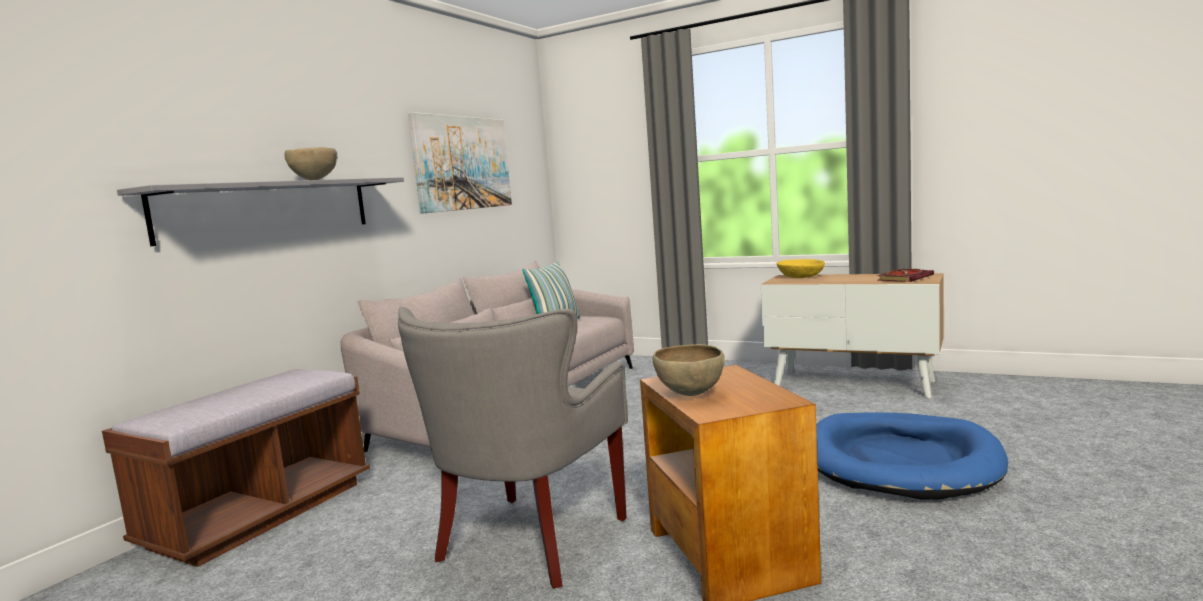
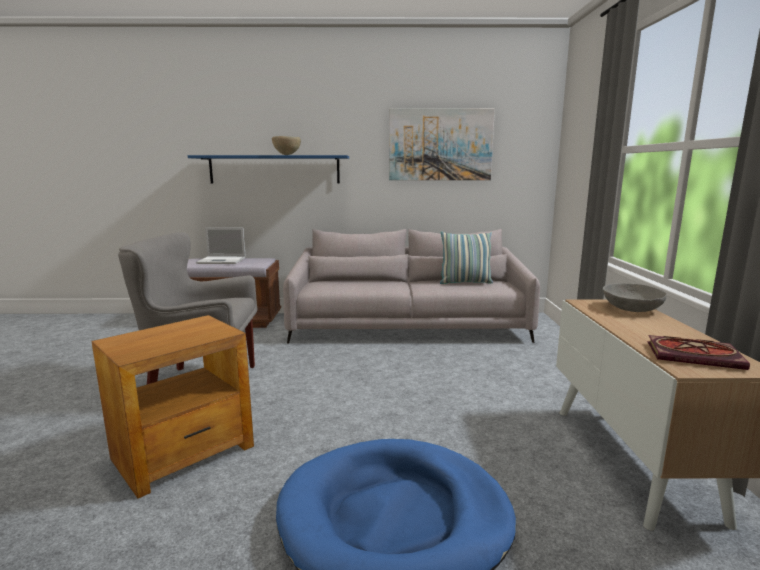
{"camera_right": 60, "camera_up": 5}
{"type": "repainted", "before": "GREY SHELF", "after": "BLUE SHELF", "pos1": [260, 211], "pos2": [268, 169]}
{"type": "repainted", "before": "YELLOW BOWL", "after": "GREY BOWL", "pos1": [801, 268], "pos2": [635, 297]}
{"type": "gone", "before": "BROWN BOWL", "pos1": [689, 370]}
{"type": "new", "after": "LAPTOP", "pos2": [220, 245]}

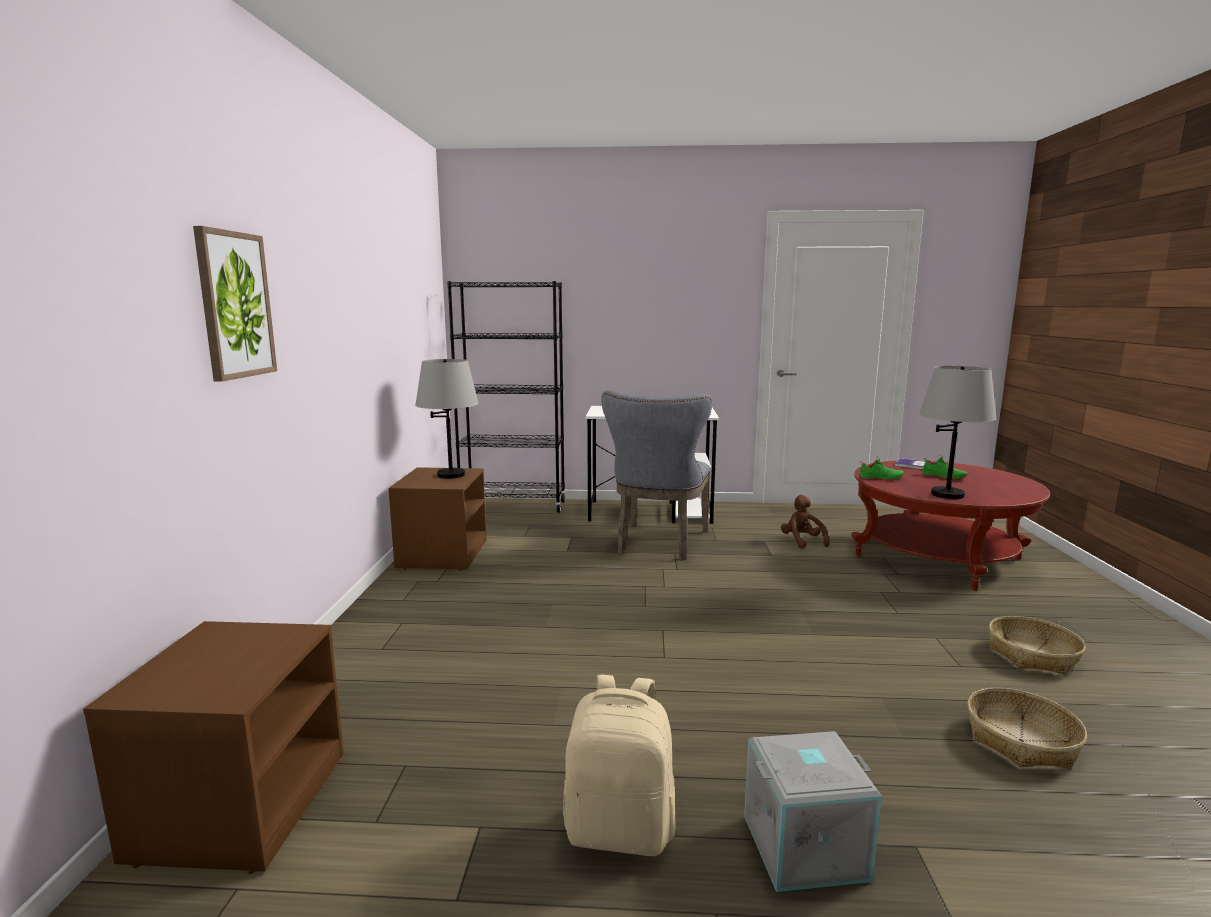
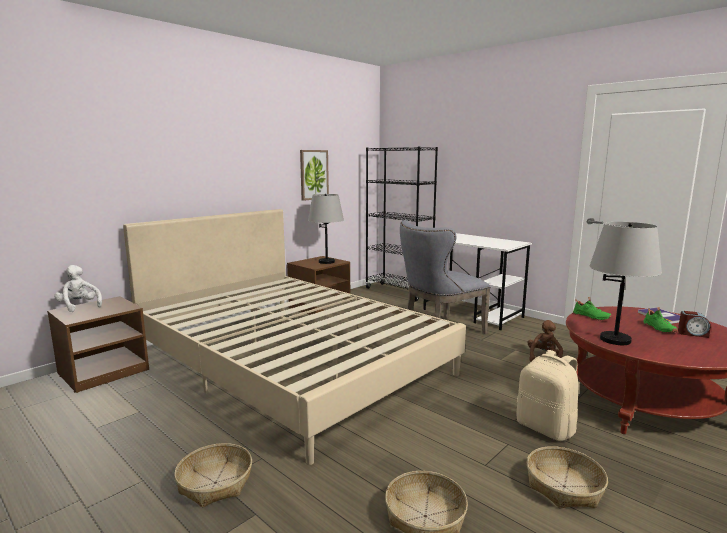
{"camera_right": 40, "camera_up": 0}
{"type": "shifted", "before": "PICTURE", "pos1": [235, 304], "pos2": [314, 175]}
{"type": "shifted", "before": "BEIGE BACKPACK", "pos1": [619, 765], "pos2": [547, 395]}
{"type": "swapped", "before": "GREY STORAGE BOX", "after": "BASKET", "pos1": [813, 811], "pos2": [213, 475]}
{"type": "new", "after": "BEIGE BED", "pos2": [294, 337]}
{"type": "new", "after": "WHITE PLUSH TOY", "pos2": [78, 288]}
{"type": "new", "after": "ALARM CLOCK", "pos2": [694, 324]}

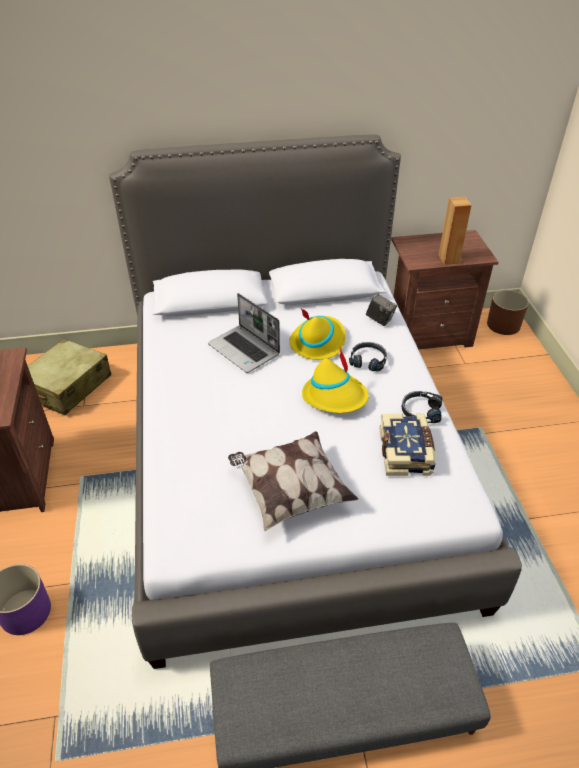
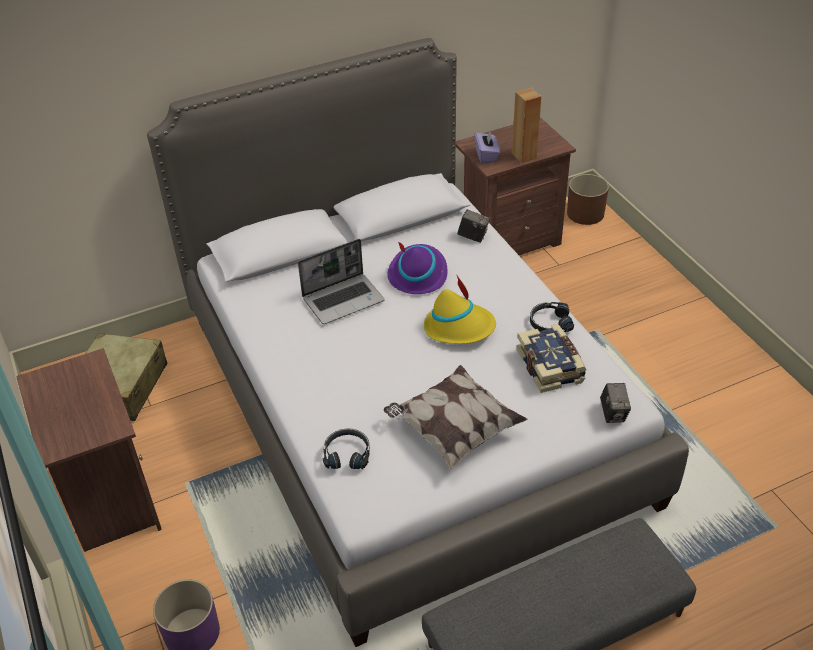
{"camera_right": -15, "camera_up": 0}
{"type": "rotated", "before": "LAPTOP", "pos1": [244, 333], "pos2": [341, 281], "turn": -60}
{"type": "repainted", "before": "YELLOW HAT", "after": "PURPLE HAT", "pos1": [317, 334], "pos2": [417, 268]}
{"type": "shifted", "before": "BLACK HEADPHONES", "pos1": [368, 357], "pos2": [346, 448]}
{"type": "new", "after": "PURPLE TISSUE BOX", "pos2": [487, 147]}
{"type": "new", "after": "PHOTO CAMERA", "pos2": [615, 403]}

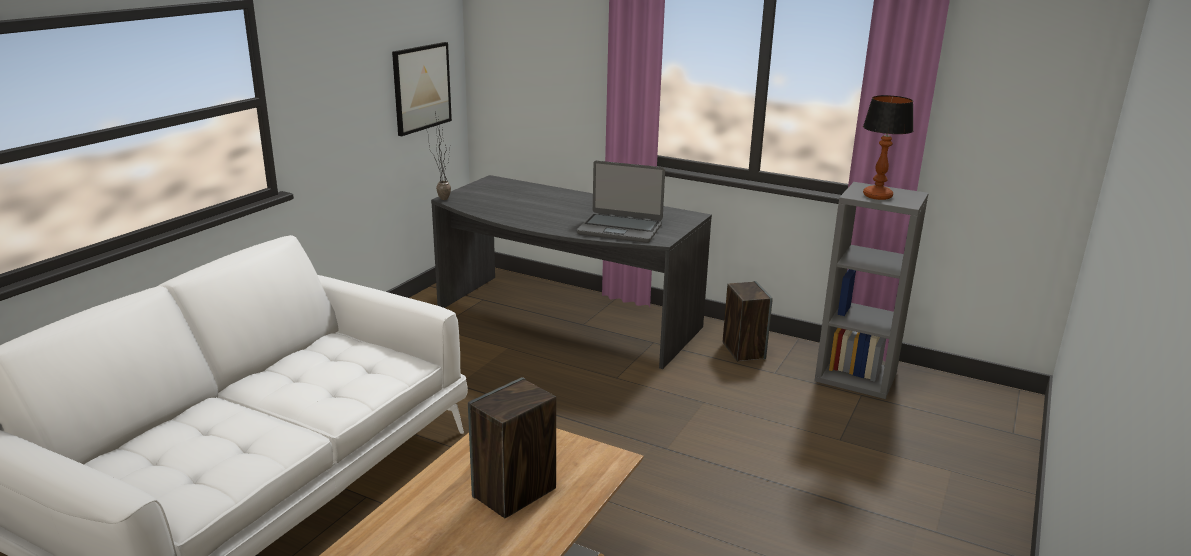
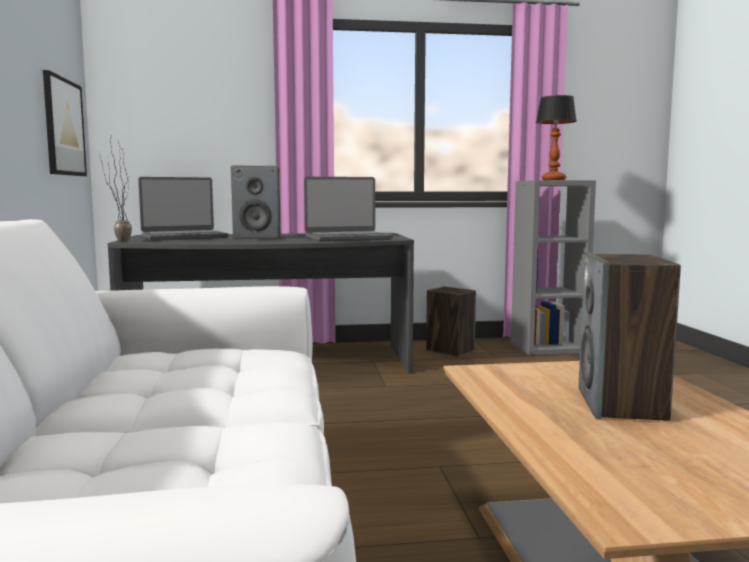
{"camera_right": -35, "camera_up": -15}
{"type": "new", "after": "SPEAKER", "pos2": [255, 202]}
{"type": "new", "after": "LAPTOP", "pos2": [183, 209]}

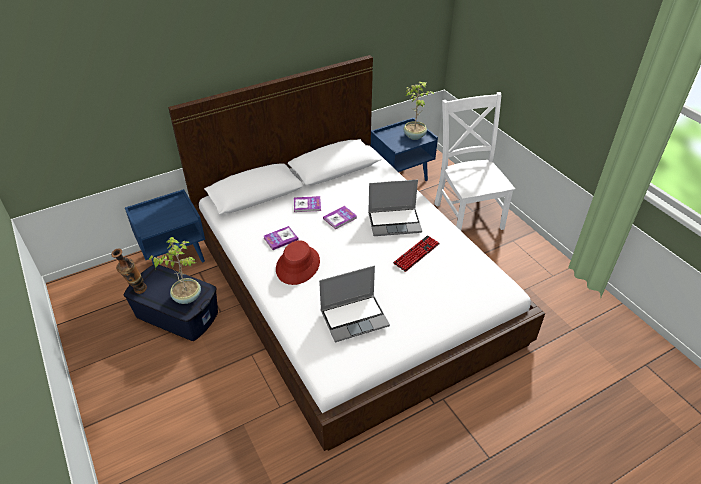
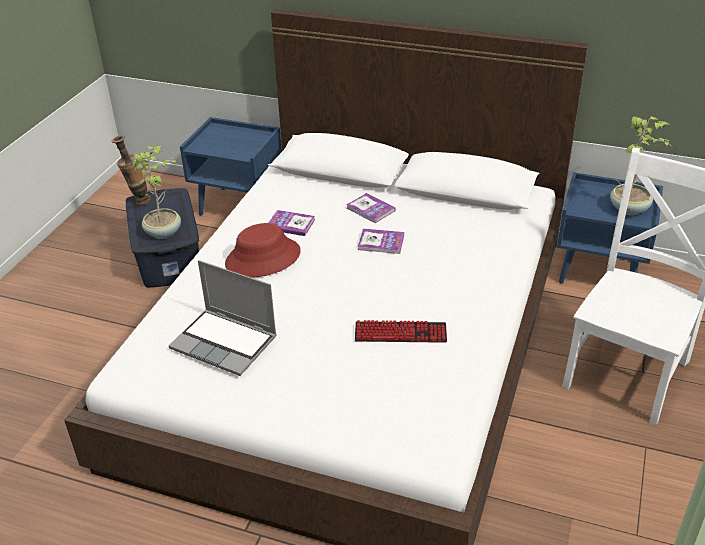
{"camera_right": 50, "camera_up": -5}
{"type": "gone", "before": "LAPTOP", "pos1": [395, 208]}

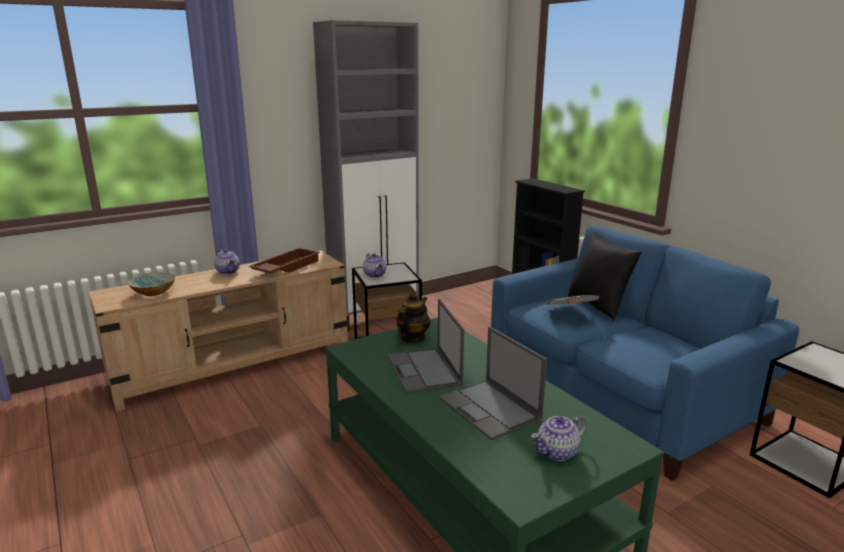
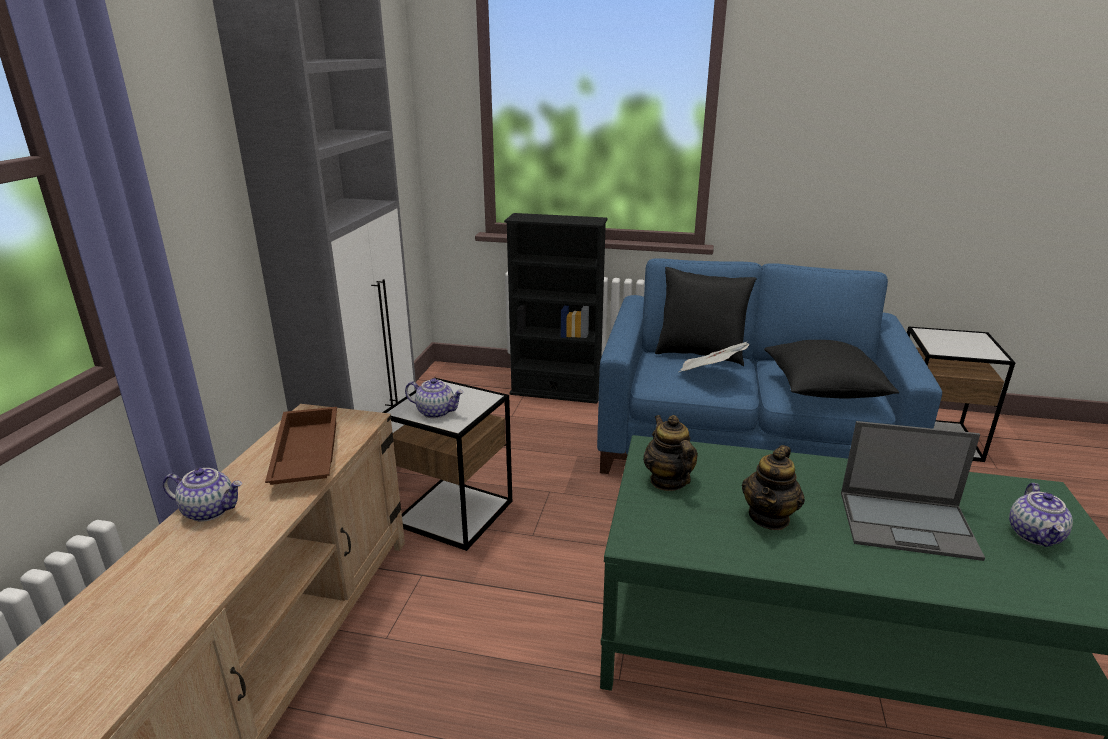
{"camera_right": -45, "camera_up": 5}
{"type": "gone", "before": "BOWL", "pos1": [151, 284]}
{"type": "swapped", "before": "LAPTOP", "after": "TEAPOT", "pos1": [426, 346], "pos2": [773, 487]}
{"type": "new", "after": "BLACK PILLOW", "pos2": [831, 369]}

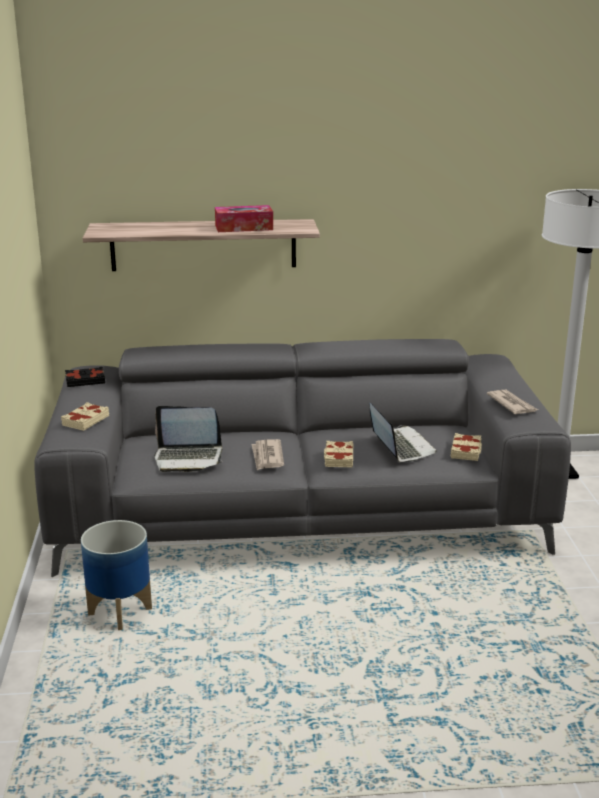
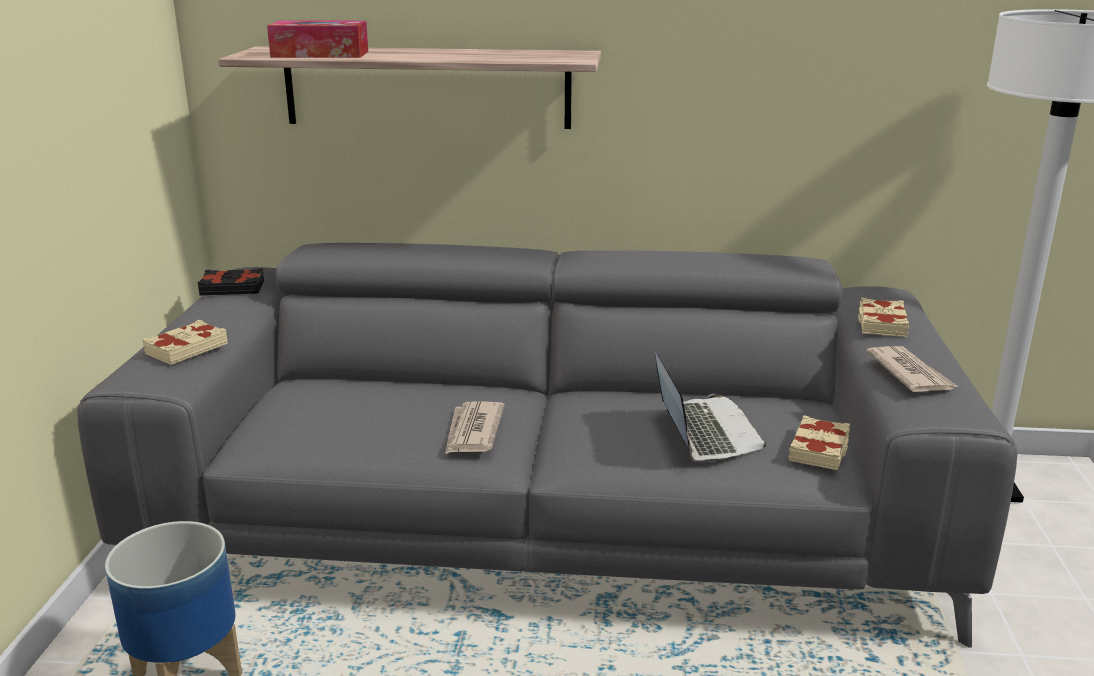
{"camera_right": 10, "camera_up": 0}
{"type": "shifted", "before": "TISSUE BOX", "pos1": [244, 218], "pos2": [317, 39]}
{"type": "gone", "before": "LAPTOP", "pos1": [188, 439]}
{"type": "shifted", "before": "BEIGE BOOK", "pos1": [338, 454], "pos2": [883, 317]}

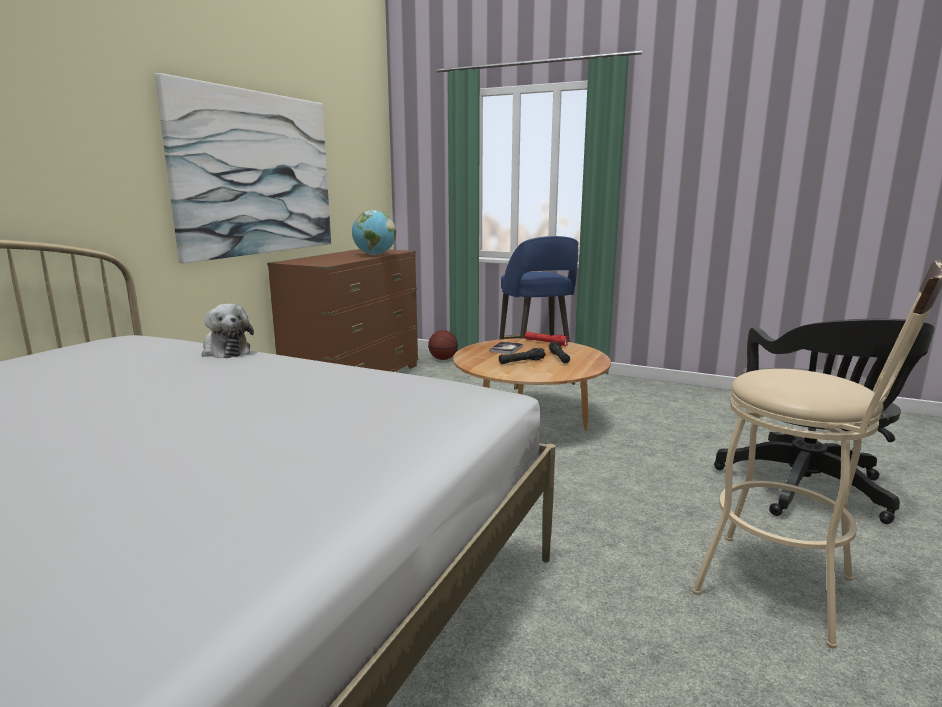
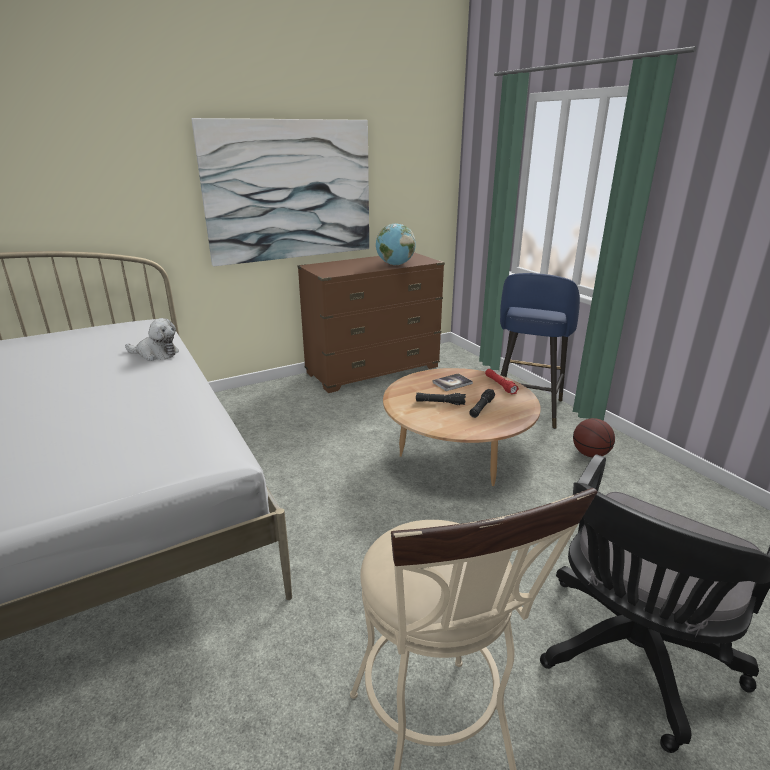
{"camera_right": 35, "camera_up": 10}
{"type": "rotated", "before": "PLUSH TOY", "pos1": [228, 331], "pos2": [152, 339], "turn": -75}
{"type": "shifted", "before": "BASKETBALL", "pos1": [443, 345], "pos2": [594, 438]}

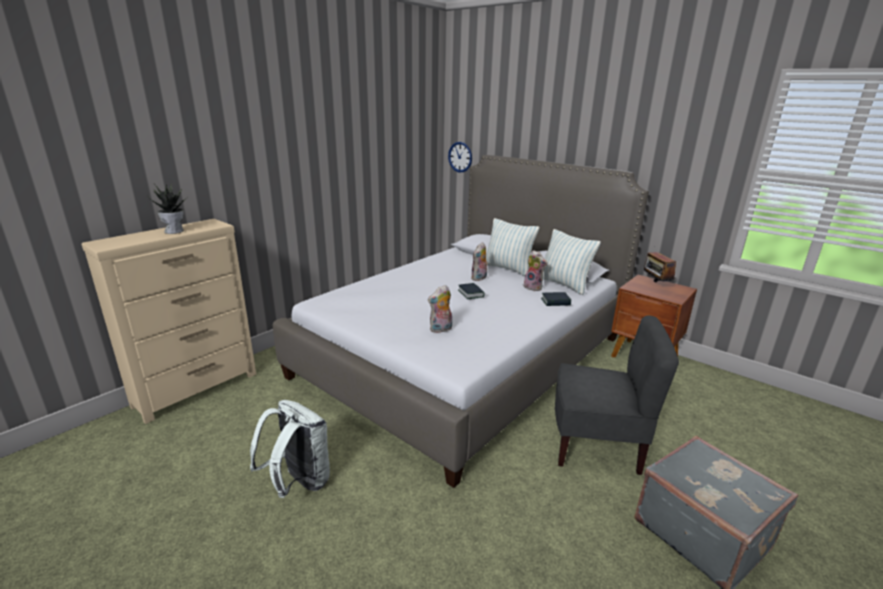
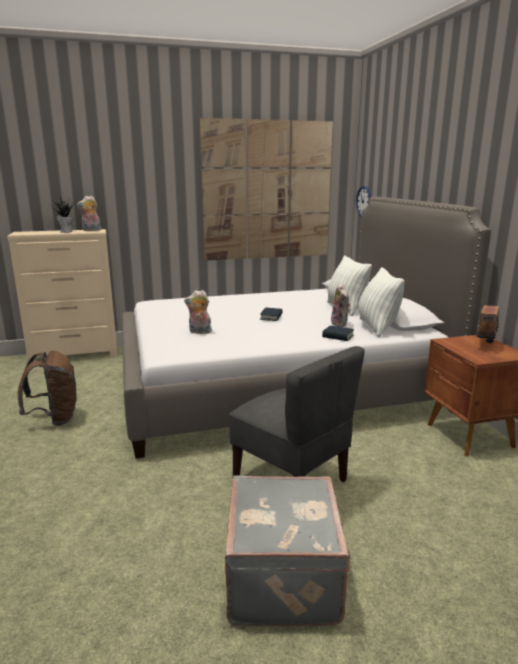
{"camera_right": 35, "camera_up": -5}
{"type": "shifted", "before": "PLUSH TOY", "pos1": [480, 261], "pos2": [89, 213]}
{"type": "repainted", "before": "WHITE BACKPACK", "after": "BROWN BACKPACK", "pos1": [290, 449], "pos2": [47, 388]}
{"type": "new", "after": "PICTURE", "pos2": [266, 189]}

